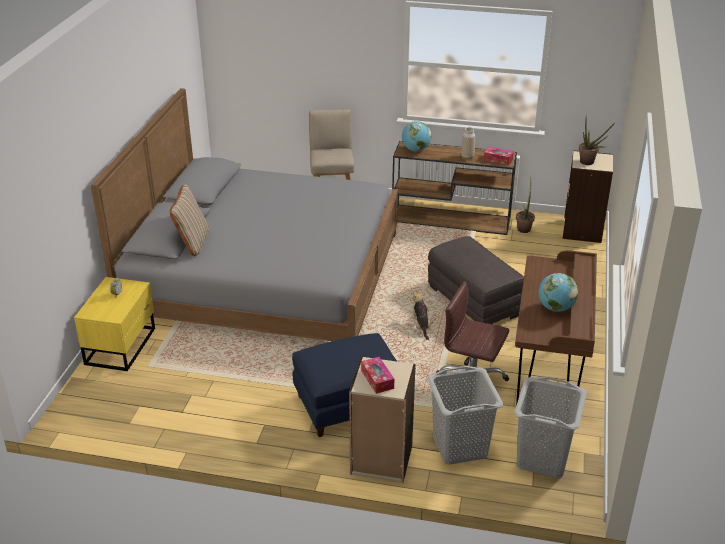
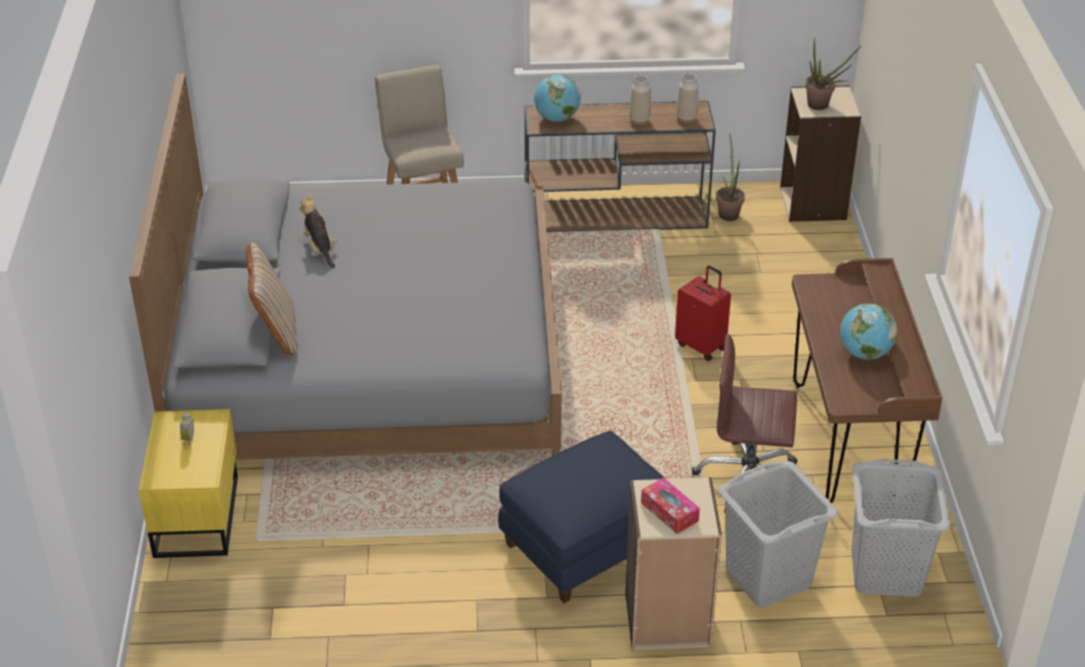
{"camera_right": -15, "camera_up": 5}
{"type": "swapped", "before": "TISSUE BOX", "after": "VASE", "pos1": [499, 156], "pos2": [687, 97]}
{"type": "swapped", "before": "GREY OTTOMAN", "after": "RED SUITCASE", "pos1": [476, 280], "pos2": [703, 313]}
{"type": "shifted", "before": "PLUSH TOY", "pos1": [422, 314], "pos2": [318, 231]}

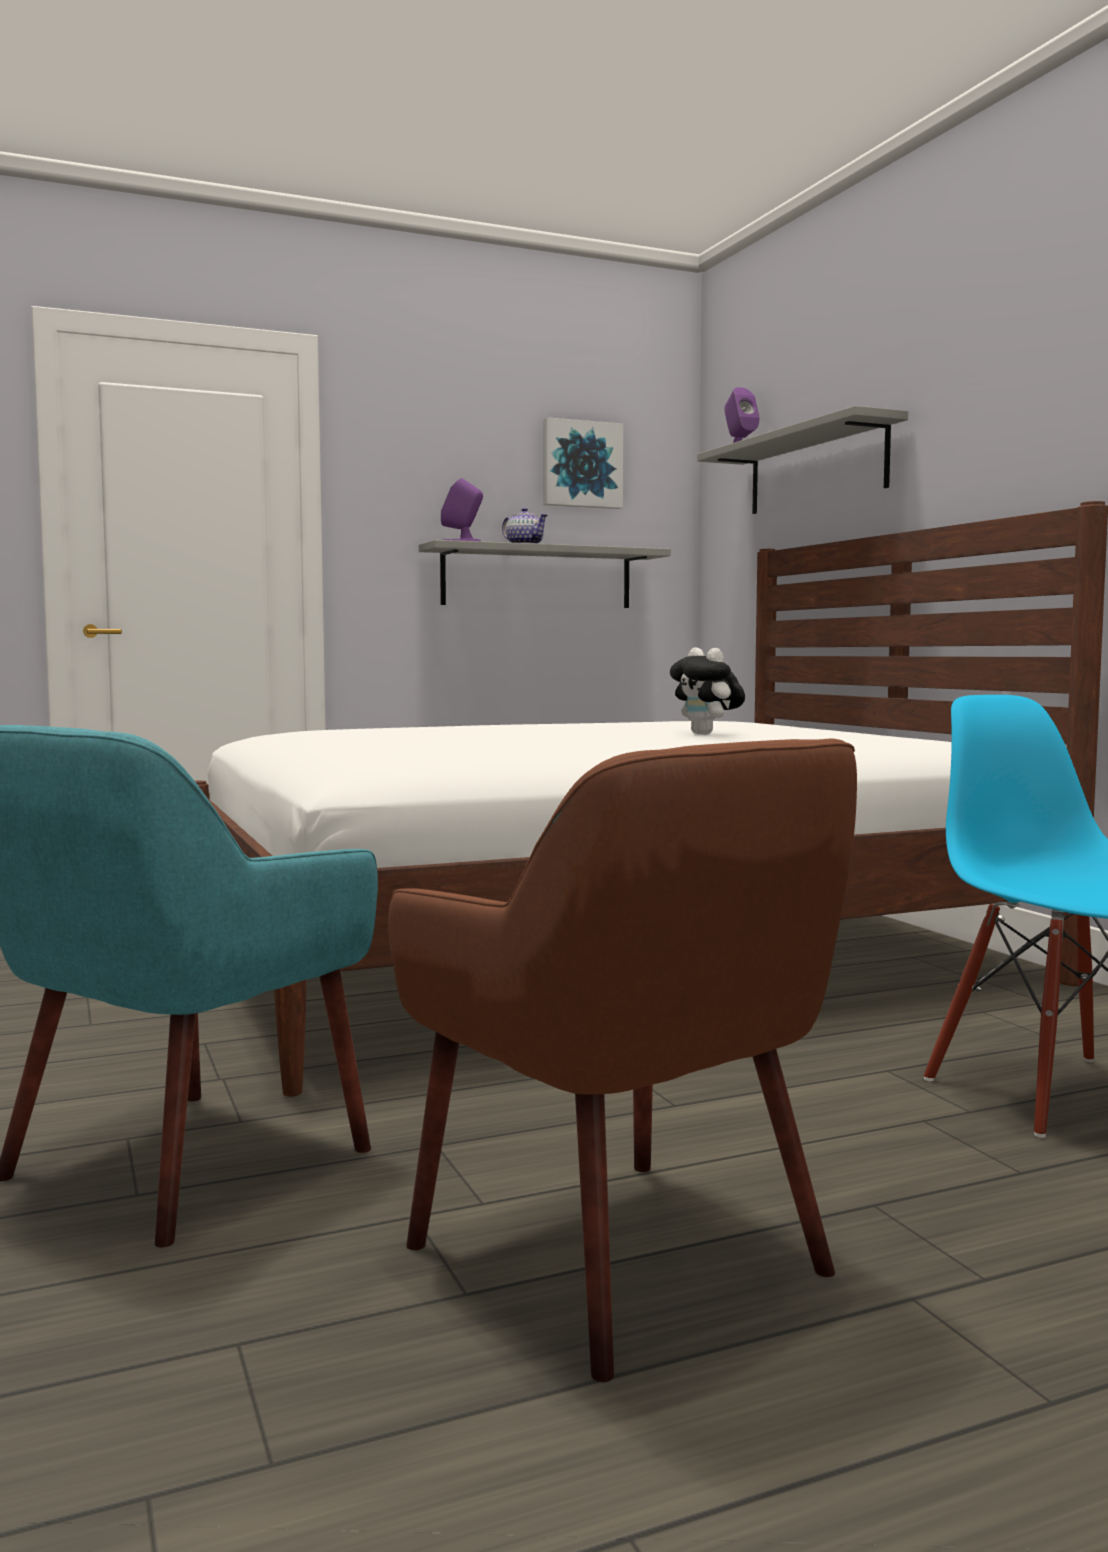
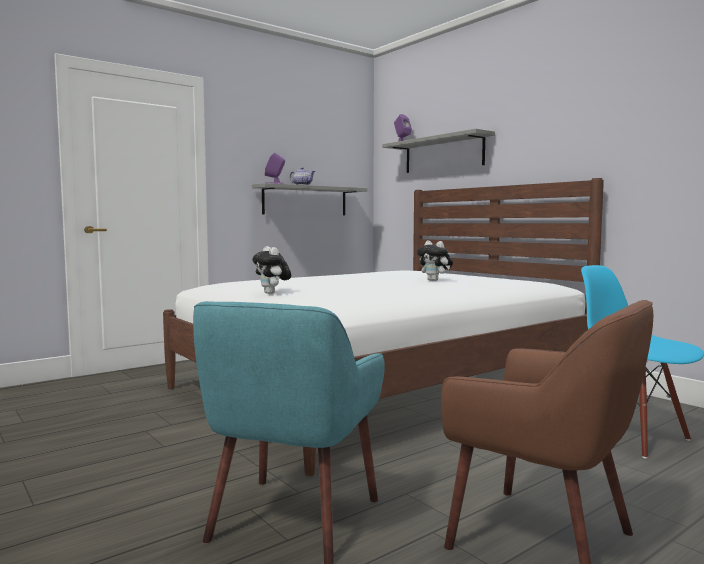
{"camera_right": -15, "camera_up": 0}
{"type": "gone", "before": "PICTURE", "pos1": [583, 463]}
{"type": "new", "after": "PLUSH TOY", "pos2": [271, 270]}

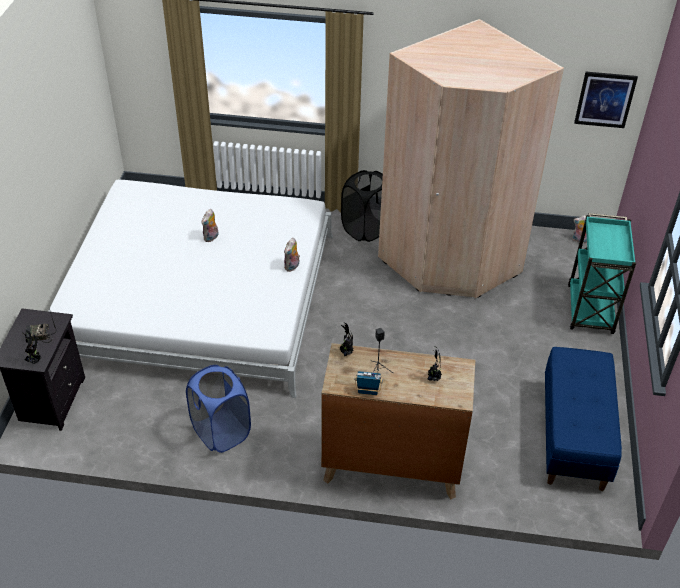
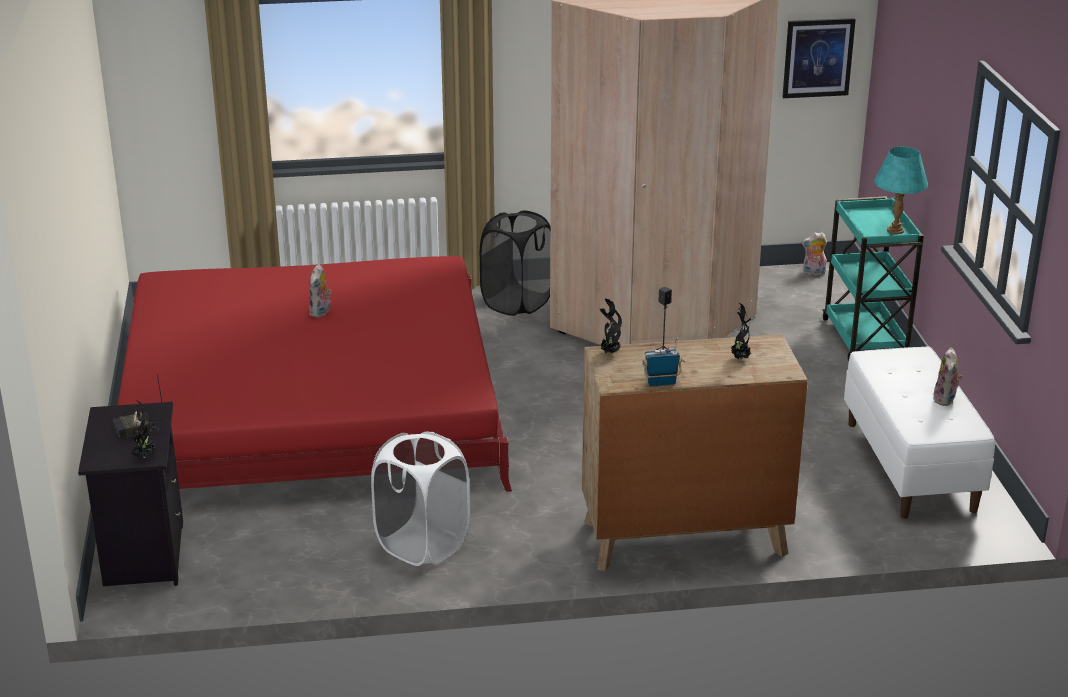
{"camera_right": -15, "camera_up": -15}
{"type": "repainted", "before": "WHITE BED", "after": "RED BED", "pos1": [190, 289], "pos2": [315, 374]}
{"type": "shifted", "before": "PLUSH TOY", "pos1": [292, 255], "pos2": [948, 377]}
{"type": "repainted", "before": "BLUE BENCH", "after": "WHITE BENCH", "pos1": [583, 419], "pos2": [919, 433]}
{"type": "repainted", "before": "BLUE LAUNDRY BASKET", "after": "WHITE LAUNDRY BASKET", "pos1": [218, 409], "pos2": [420, 499]}
{"type": "new", "after": "TURQUOISE TABLE LAMP", "pos2": [901, 190]}

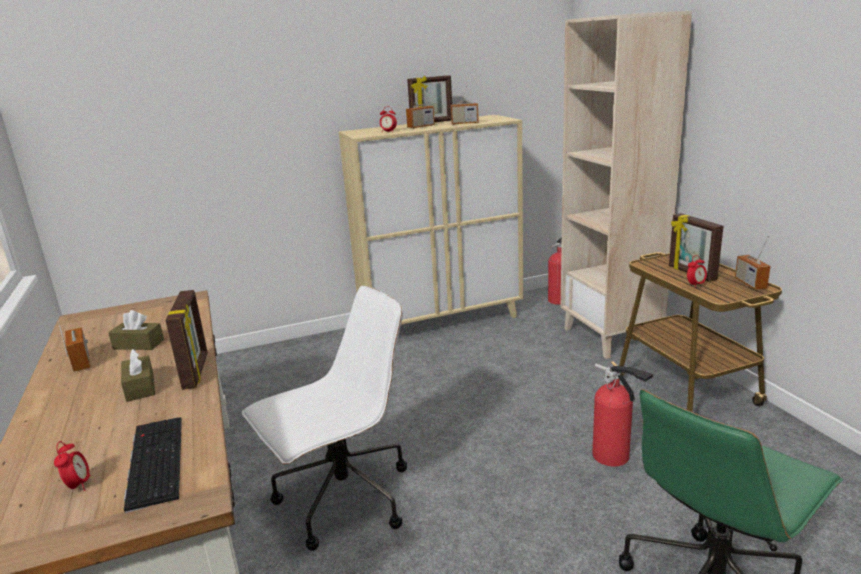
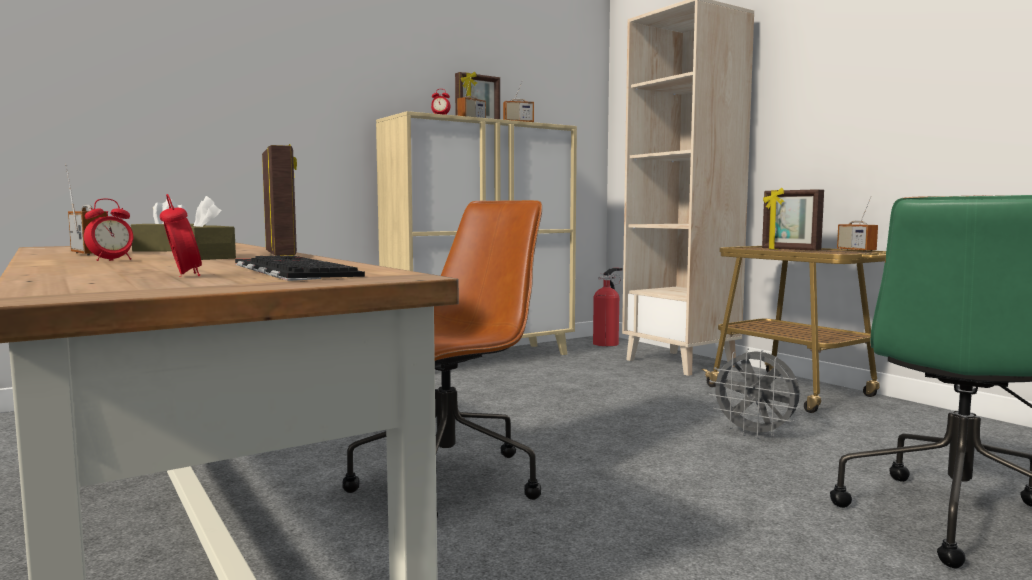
{"camera_right": -15, "camera_up": -15}
{"type": "shifted", "before": "ALARM CLOCK", "pos1": [697, 271], "pos2": [108, 229]}
{"type": "repainted", "before": "WHITE OFFICE CHAIR", "after": "BROWN OFFICE CHAIR", "pos1": [324, 418], "pos2": [442, 358]}
{"type": "swapped", "before": "FIRE EXTINGUISHER", "after": "GREY FAN", "pos1": [622, 414], "pos2": [755, 393]}

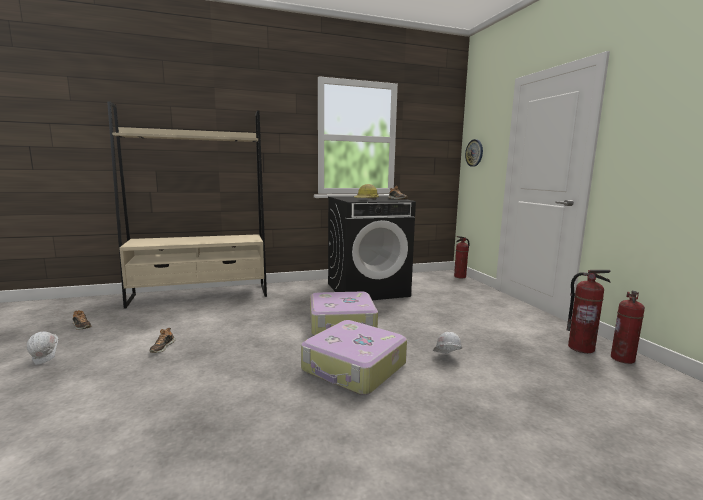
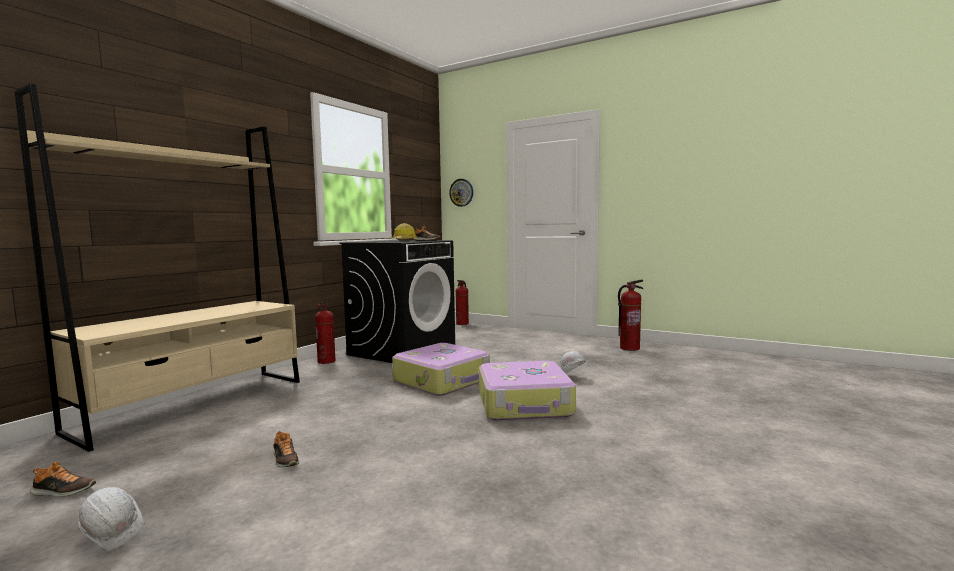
{"camera_right": -40, "camera_up": -5}
{"type": "shifted", "before": "FIRE EXTINGUISHER", "pos1": [628, 327], "pos2": [325, 333]}

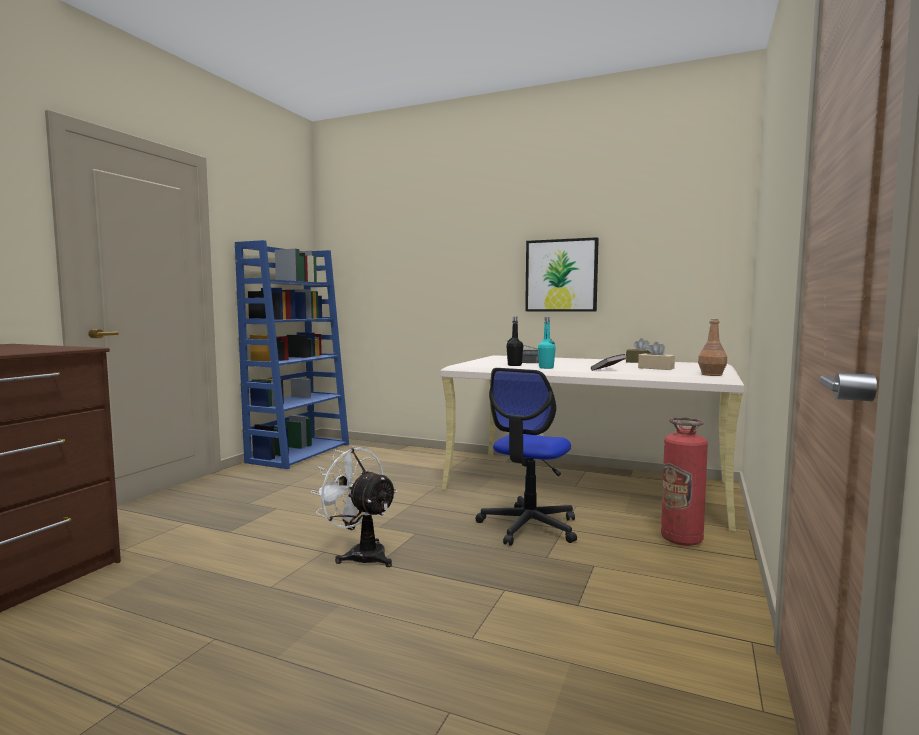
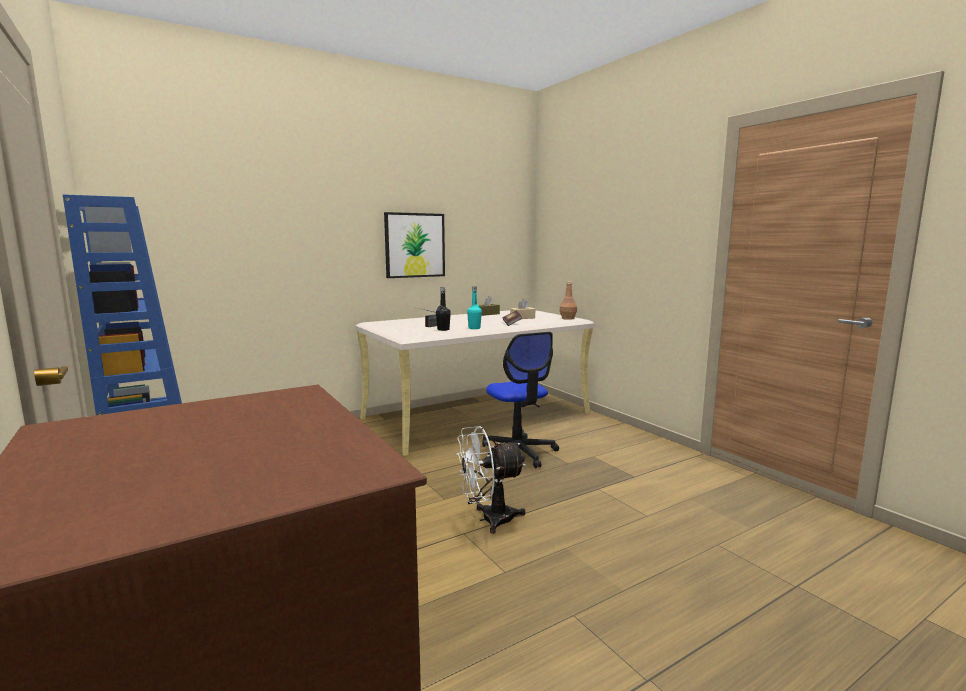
{"camera_right": -55, "camera_up": 5}
{"type": "gone", "before": "FIRE EXTINGUISHER", "pos1": [684, 481]}

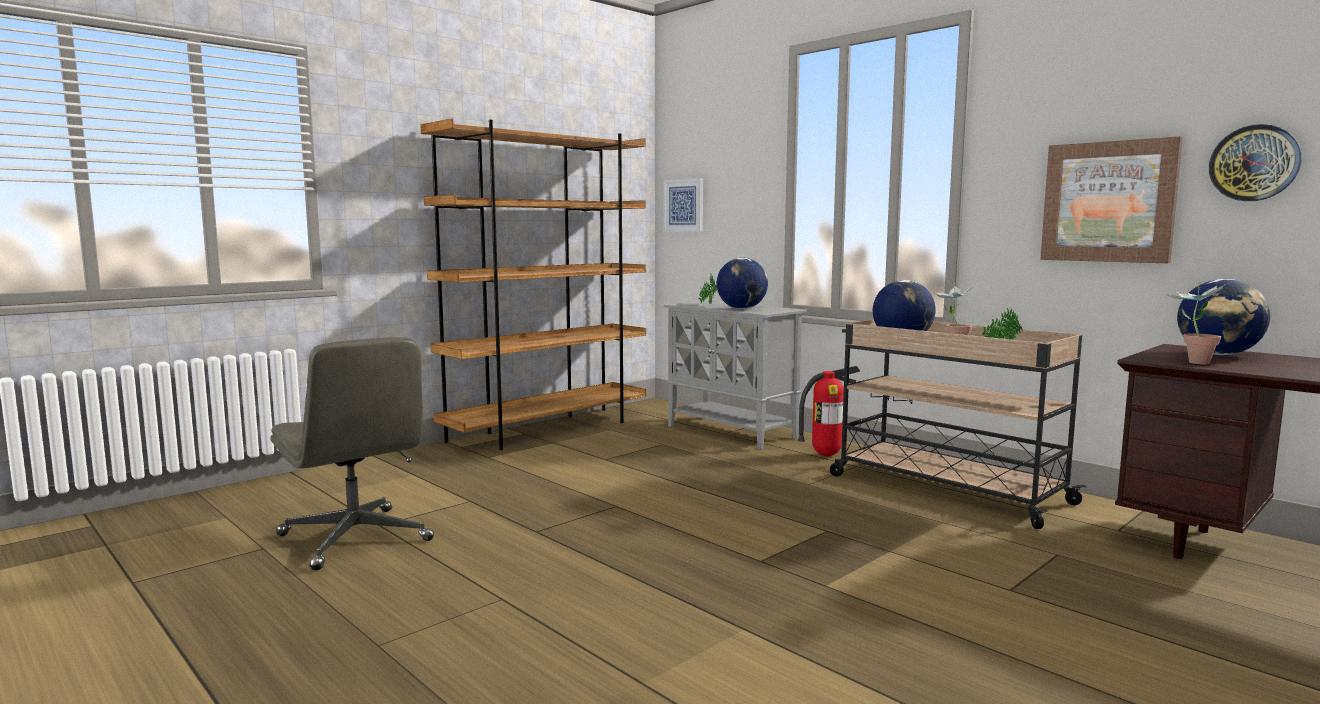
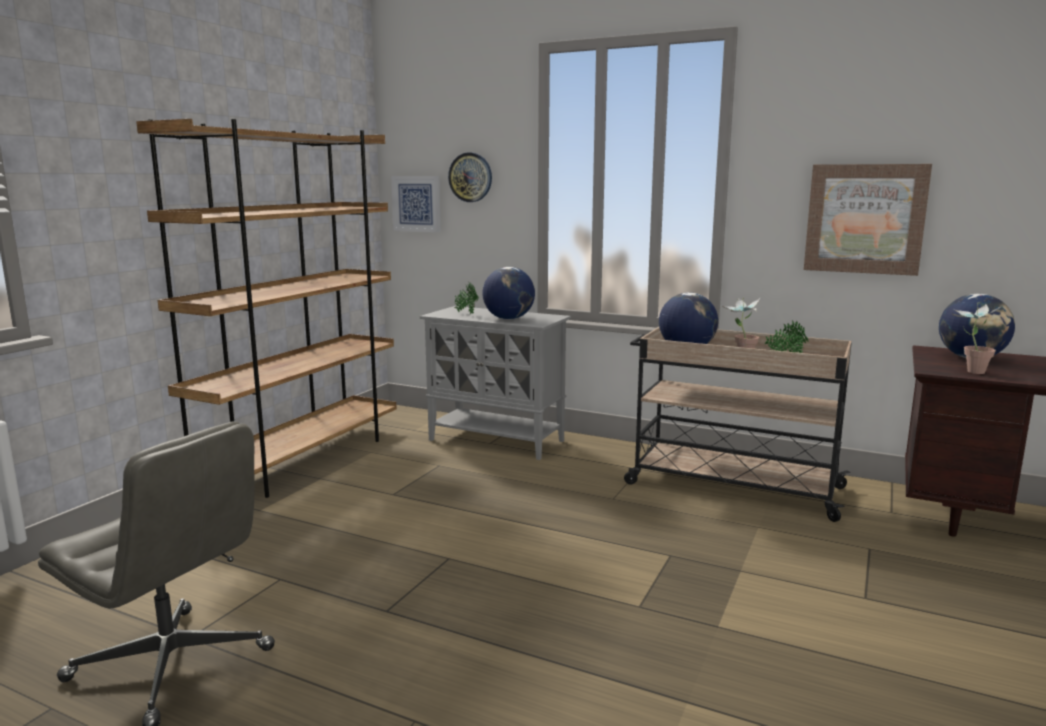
{"camera_right": -20, "camera_up": 5}
{"type": "shifted", "before": "WALL CLOCK", "pos1": [1255, 162], "pos2": [470, 177]}
{"type": "gone", "before": "FIRE EXTINGUISHER", "pos1": [829, 411]}

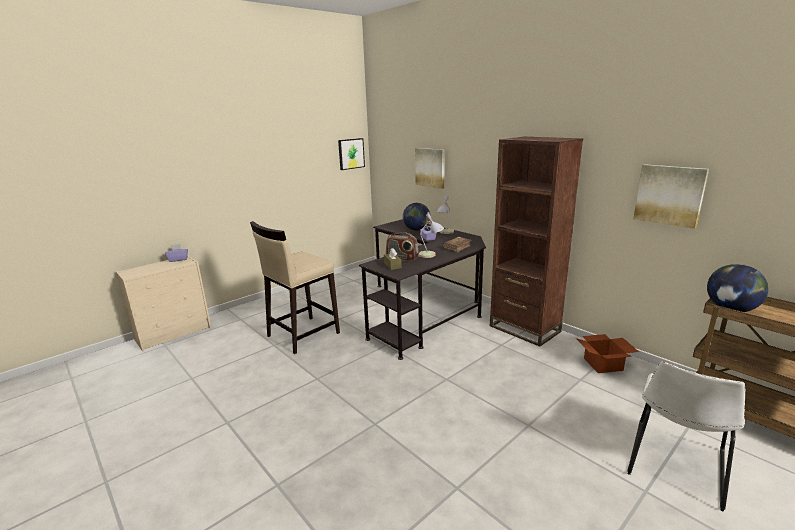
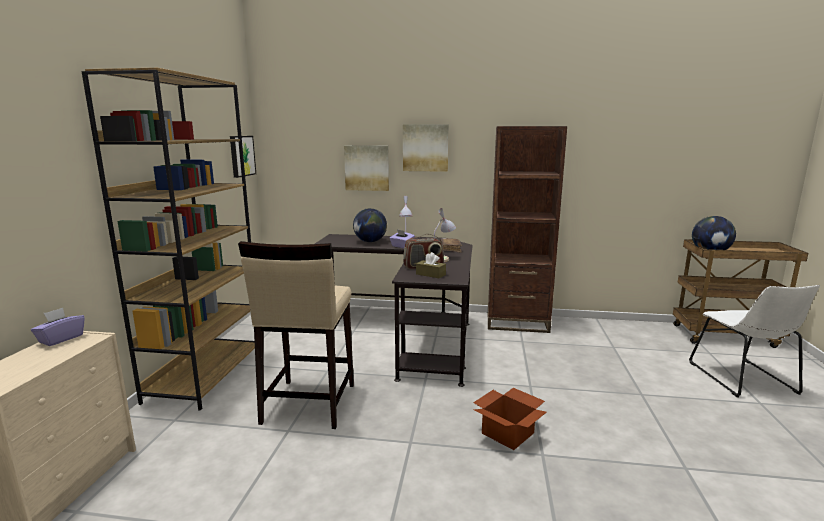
{"camera_right": -40, "camera_up": -5}
{"type": "shifted", "before": "PICTURE", "pos1": [671, 196], "pos2": [426, 148]}
{"type": "shifted", "before": "CARDBOARD BOX", "pos1": [607, 353], "pos2": [510, 419]}
{"type": "new", "after": "BROWN BOOKCASE", "pos2": [168, 239]}

